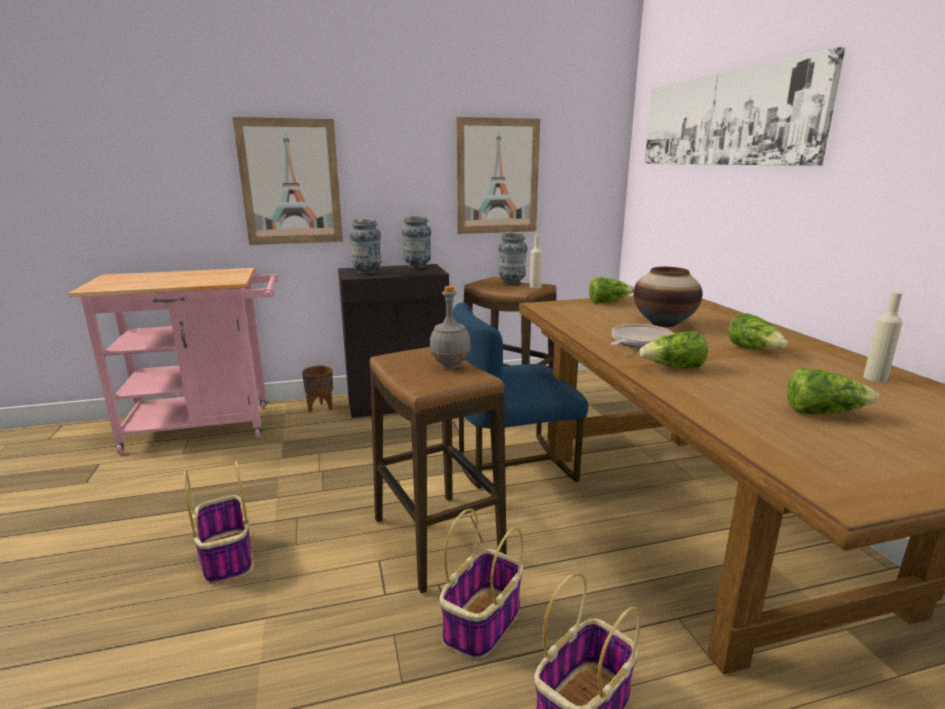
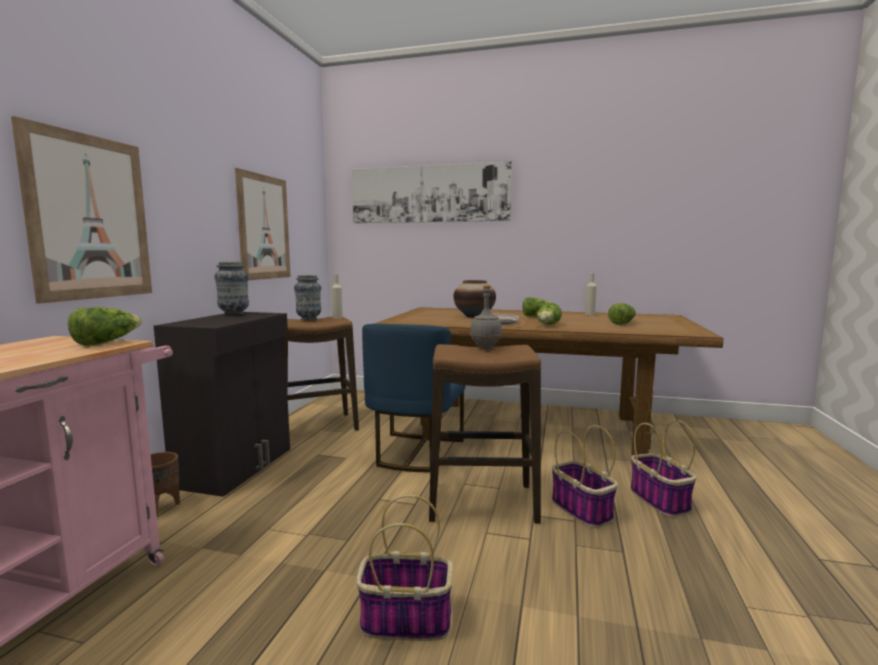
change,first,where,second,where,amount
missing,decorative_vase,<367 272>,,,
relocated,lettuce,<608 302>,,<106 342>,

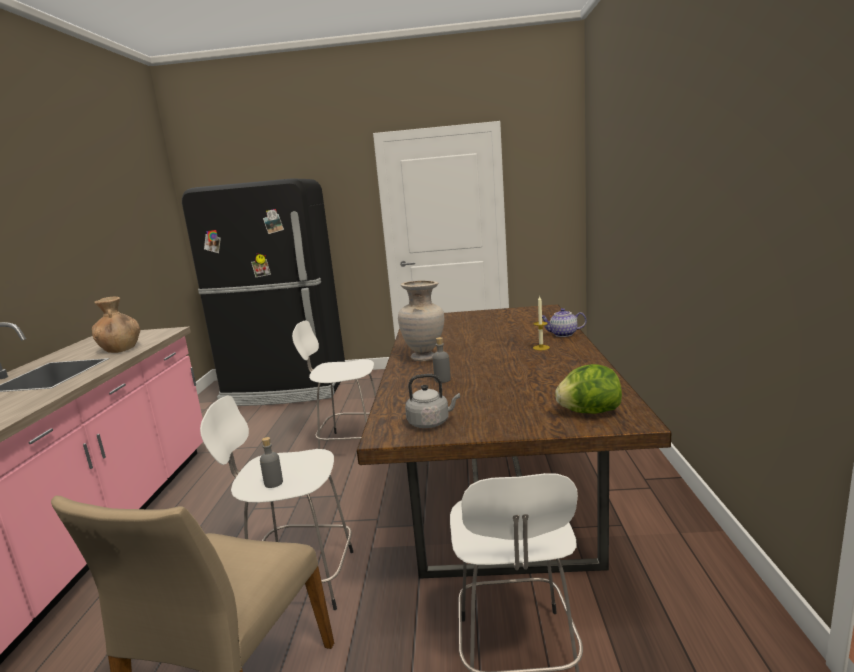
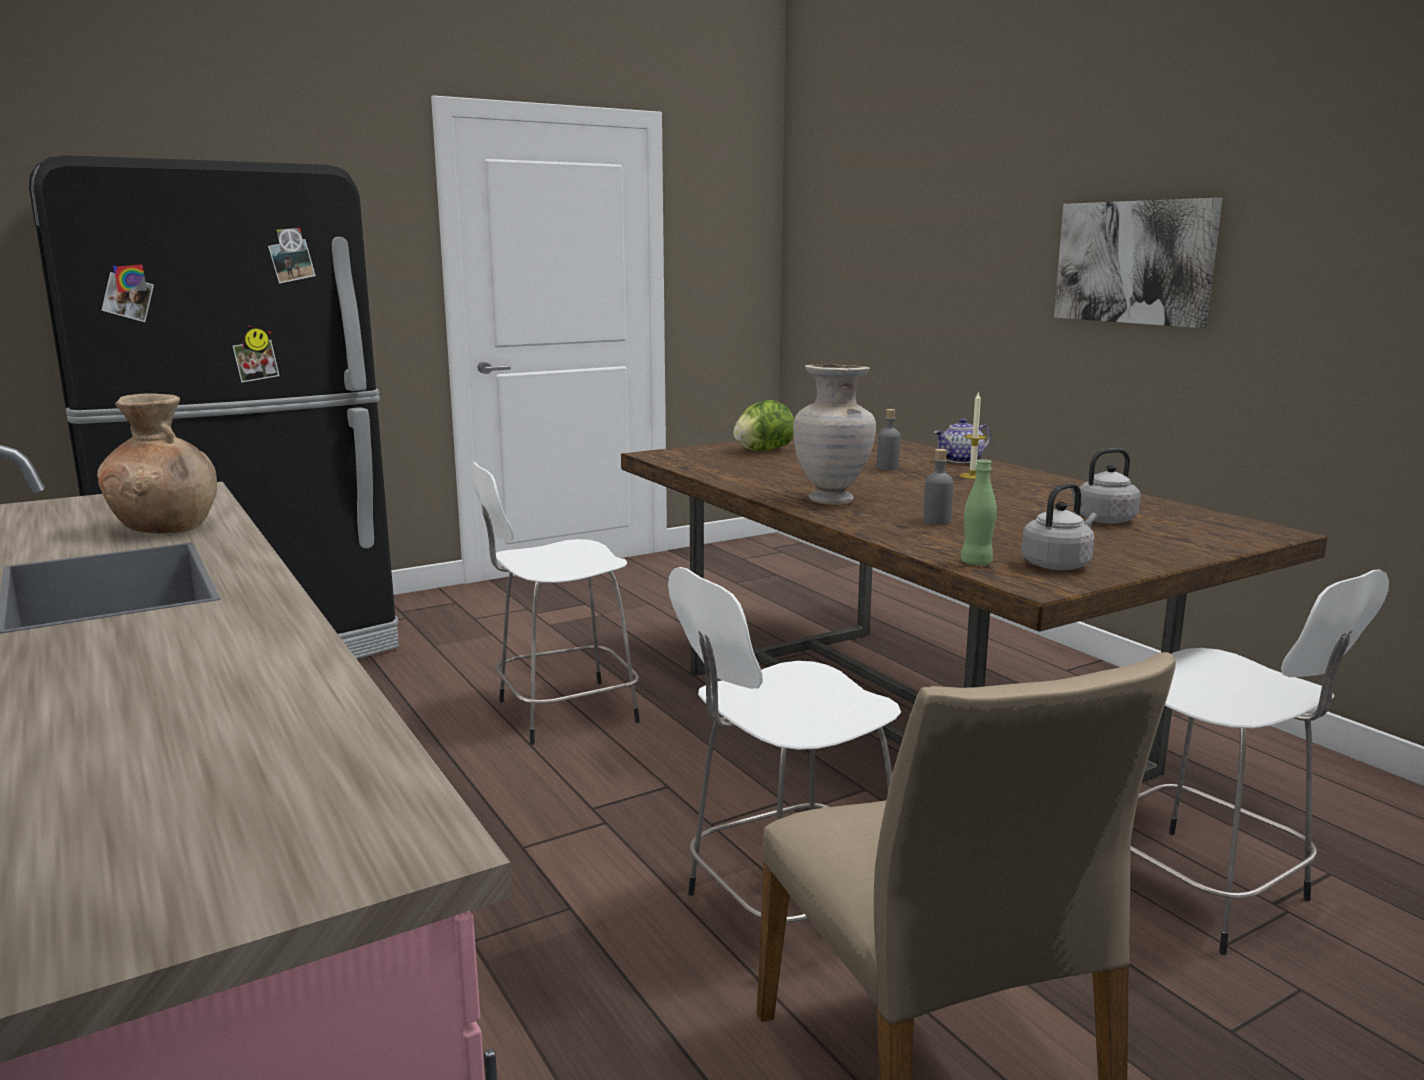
change,first,where,second,where,amount
relocated,lettuce,<589 412>,,<763 450>,
relocated,gray_drink_bottle,<273 483>,,<887 468>,
appeared,,,picture,<1134 262>,
appeared,,,gray_tea_kettle,<1102 520>,
appeared,,,green_drink_bottle,<976 563>,

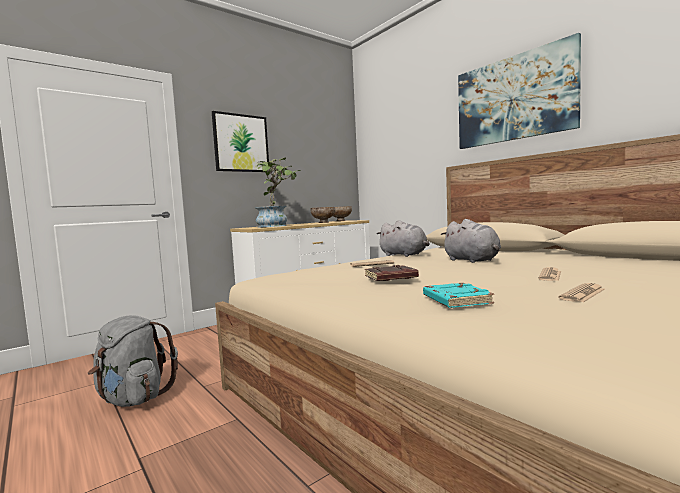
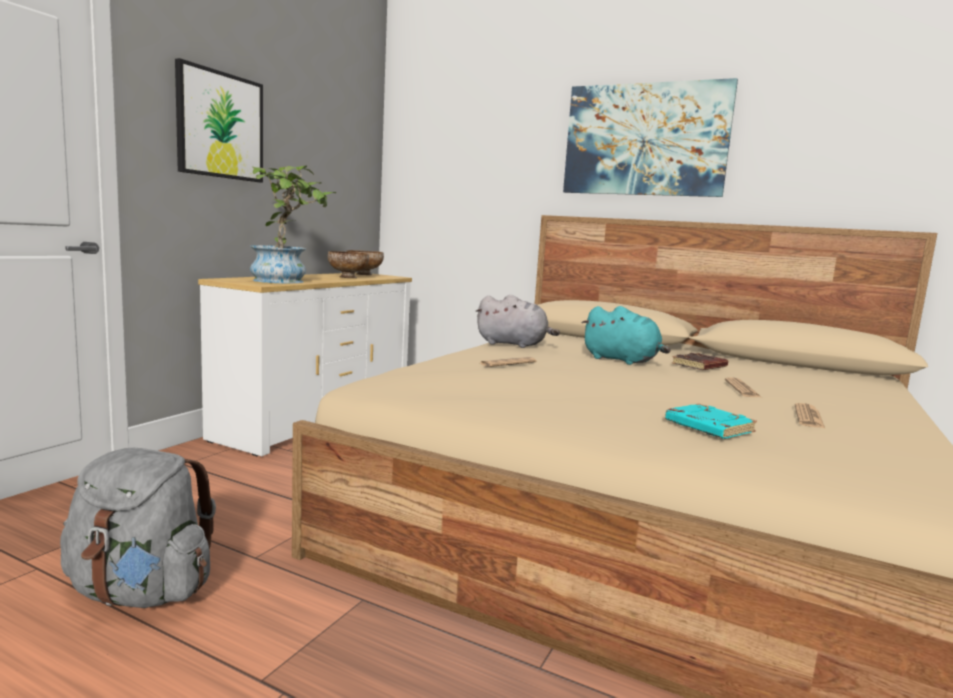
change,first,where,second,where,amount
colour,gray_cuddly_toy,<472 261>,turquoise_cuddly_toy,<623 361>,
relocated,brownish_book,<390 277>,,<699 366>,

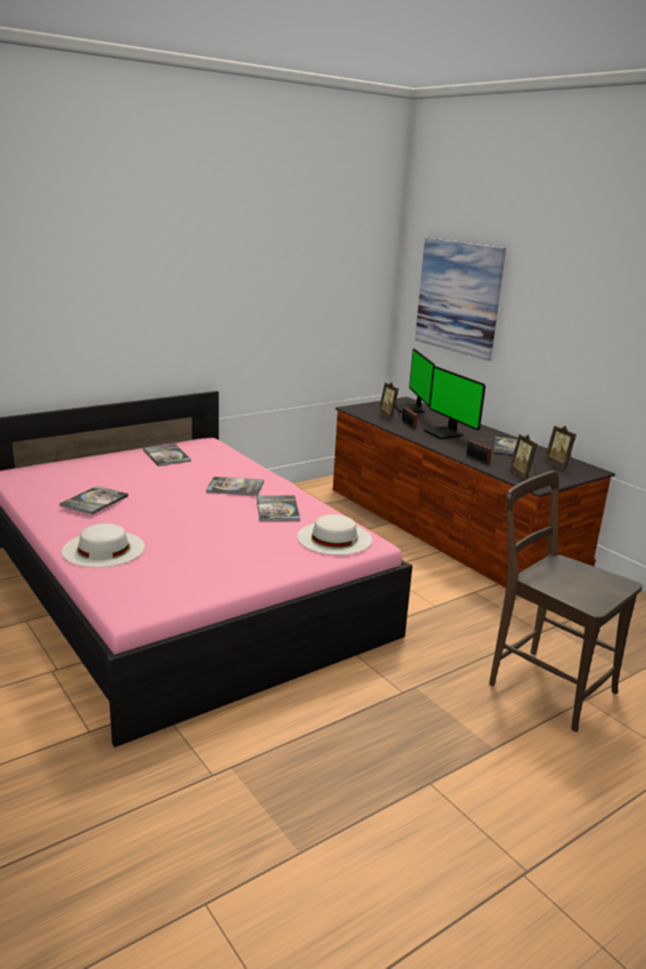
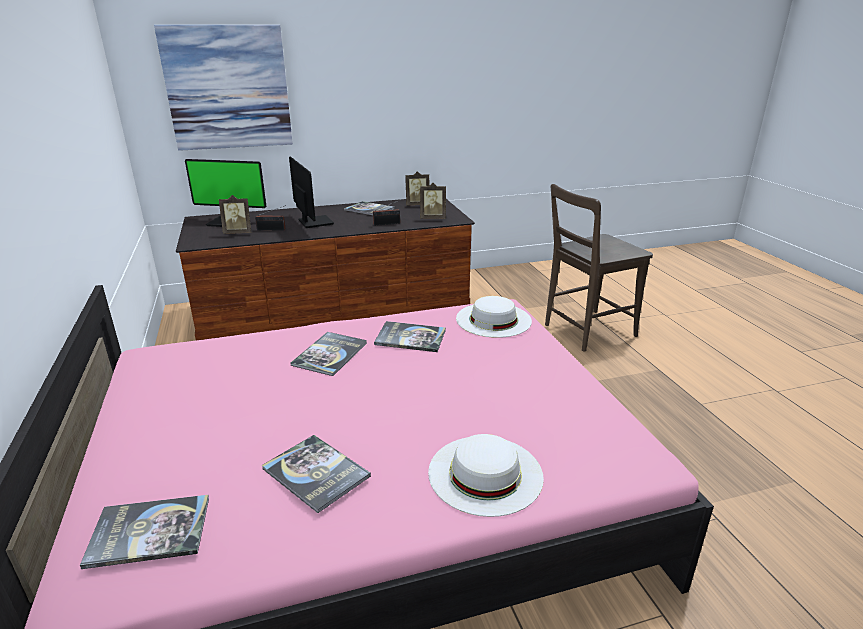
change,first,where,second,where,amount
spun,monitor,<445 433>,,<313 222>,105 degrees counterclockwise
relocated,book,<166 456>,,<149 531>,

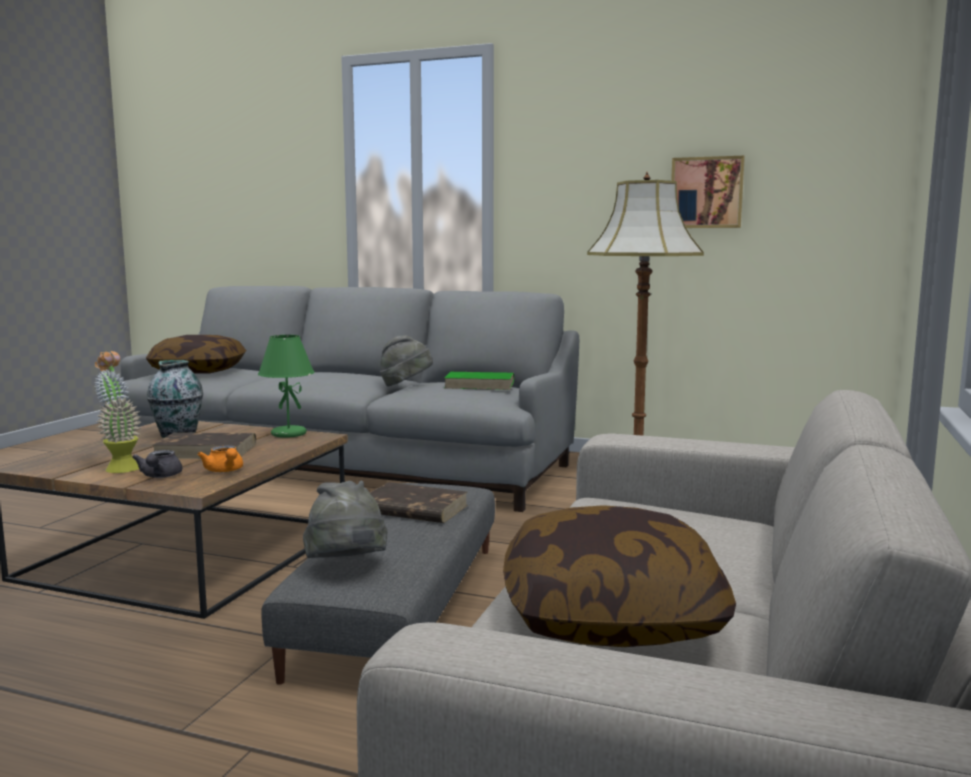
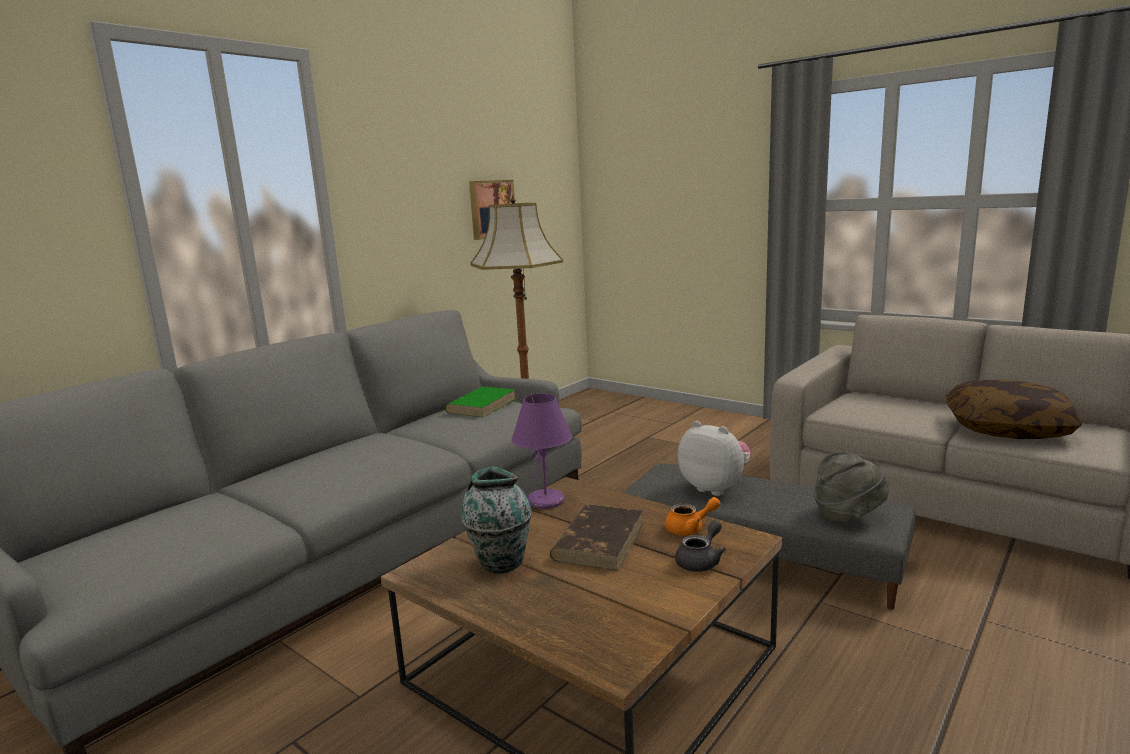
change,first,where,second,where,amount
missing,cushion,<198 371>,,,
colour,green_tabletop_lamp,<288 434>,purplish_tabletop_lamp,<546 501>,
missing,gray_clothing_hat,<406 385>,,,
missing,potted_plant,<120 467>,,,
spun,gray_pot_for_tea,<159 476>,,<701 561>,60 degrees counterclockwise
exchanged,brownish_book,<412 509>,cuddly_toy,<715 488>,

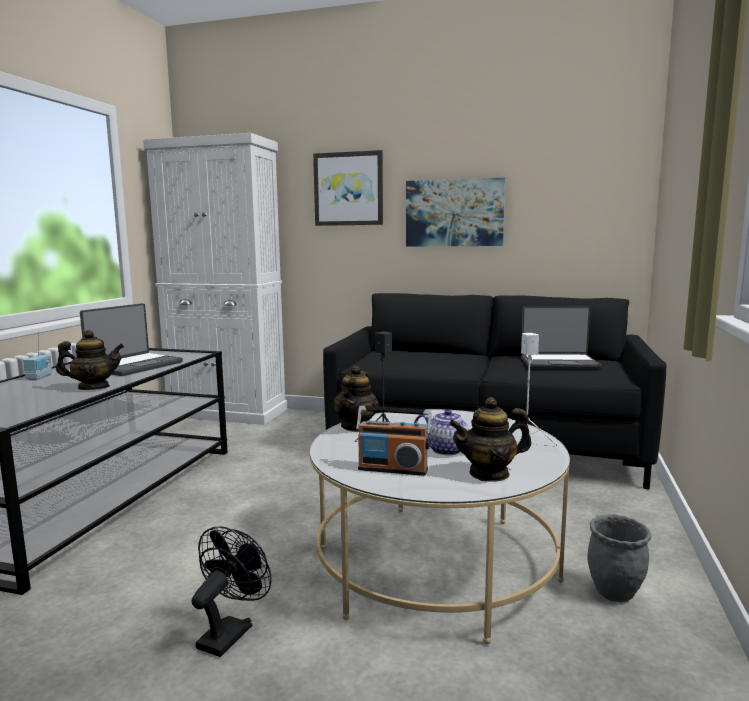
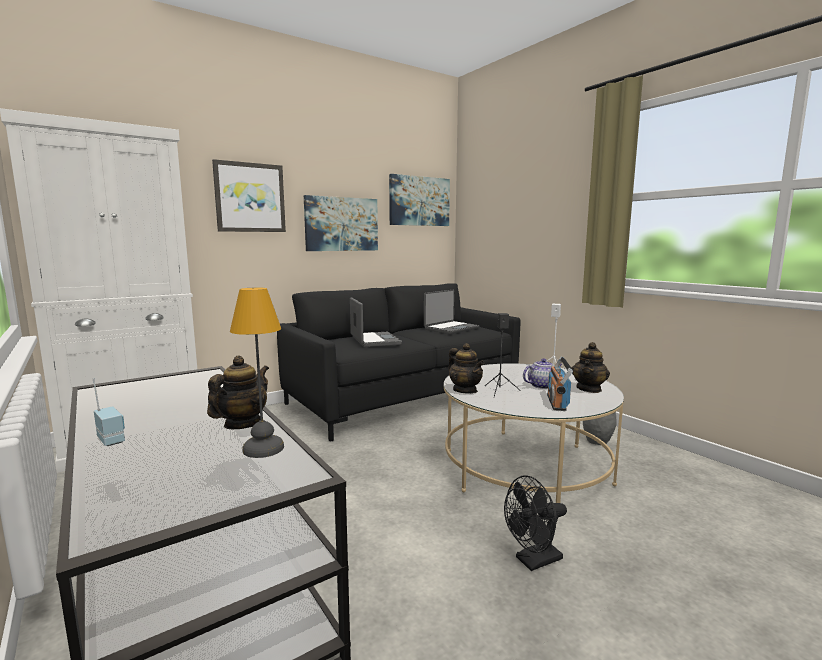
change,first,where,second,where,amount
relocated,portable_computer,<134 366>,,<374 340>,
spun,radio,<393 469>,,<557 402>,135 degrees clockwise
spun,black_fan,<230 632>,,<533 561>,90 degrees counterclockwise
appeared,,,picture,<419 201>,
appeared,,,tabletop_lamp,<262 448>,

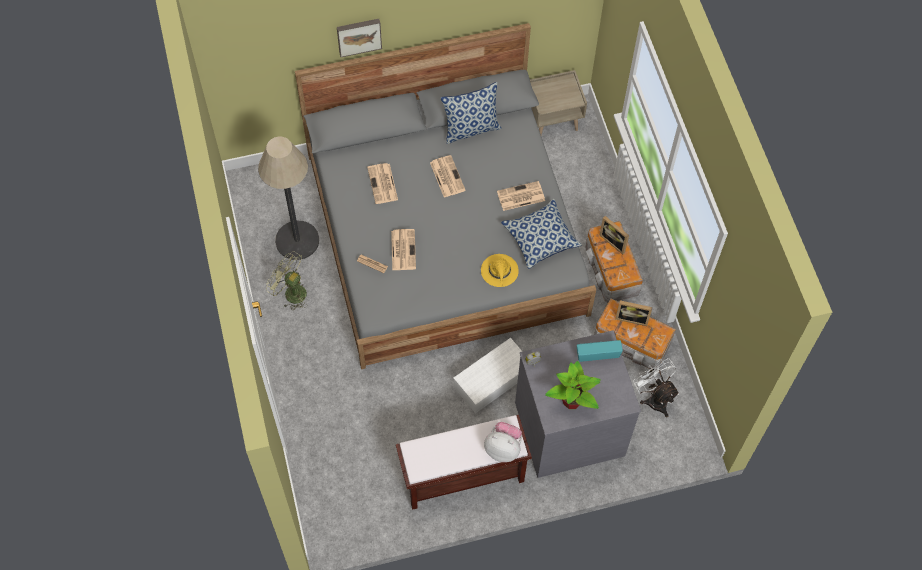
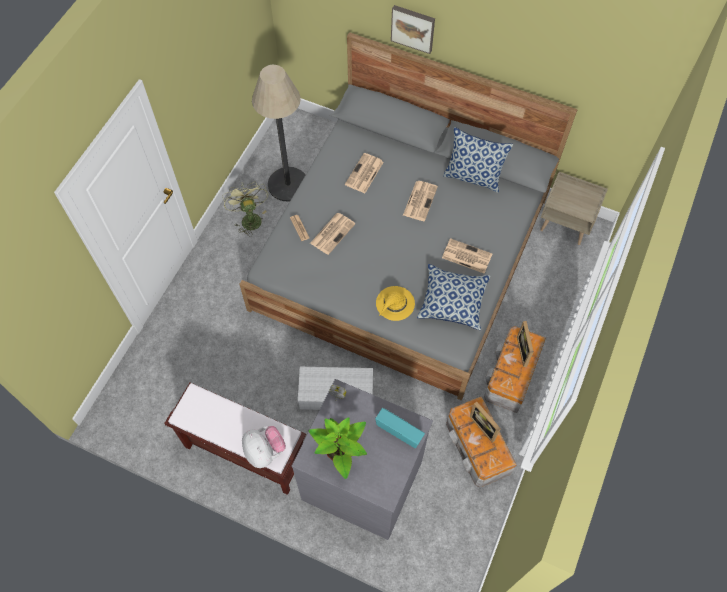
change,first,where,second,where,amount
missing,whitish_fan,<654 398>,,,

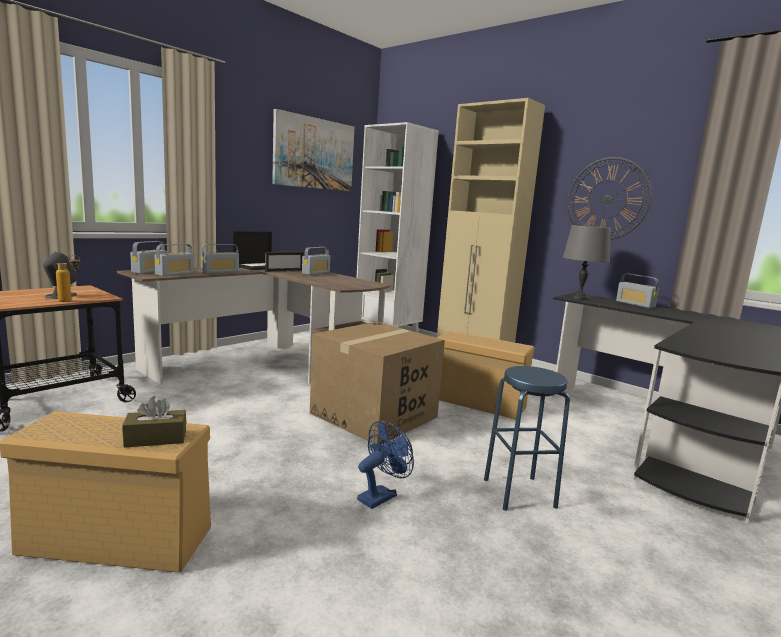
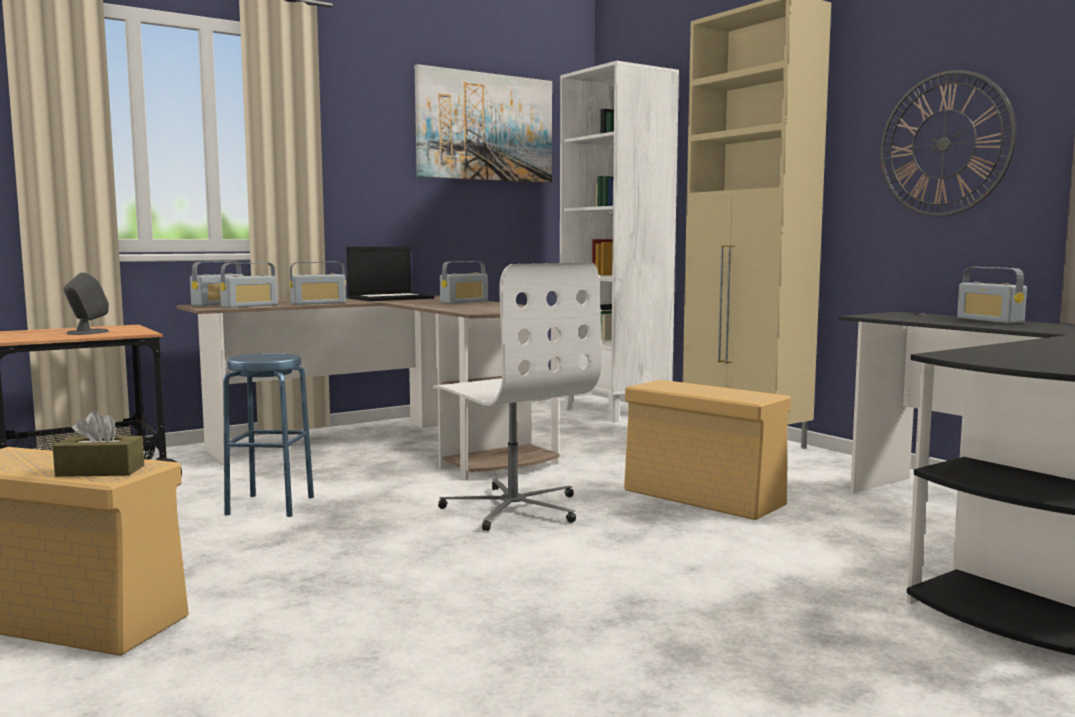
change,first,where,second,where,amount
missing,gray_tabletop_lamp,<579 297>,,,
missing,standing_frame,<284 271>,,,
missing,drink_bottle,<70 300>,,,
exchanged,packing_box,<374 415>,whitish_office_chair,<513 508>,
relocated,blue-coloured_stool_seat,<519 493>,,<270 505>,
missing,blue-coloured_fan,<381 496>,,,

